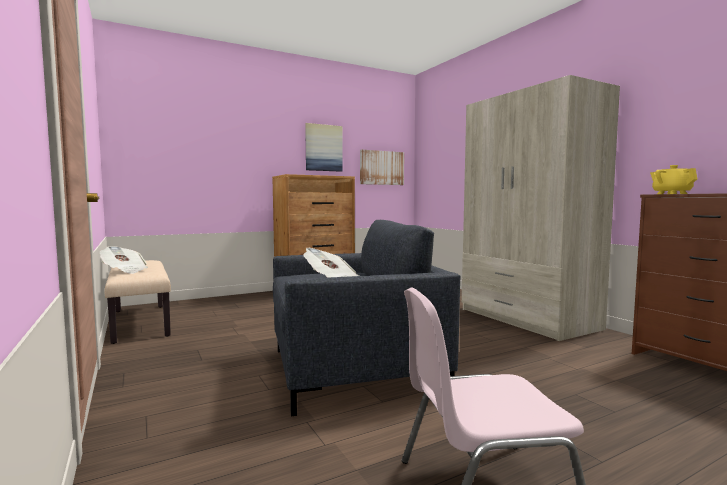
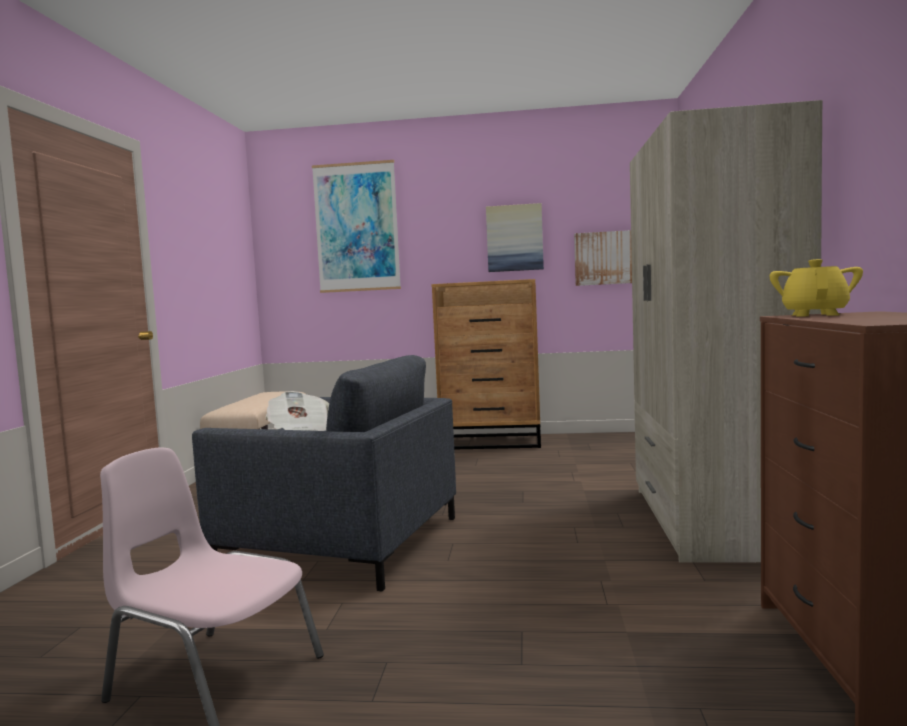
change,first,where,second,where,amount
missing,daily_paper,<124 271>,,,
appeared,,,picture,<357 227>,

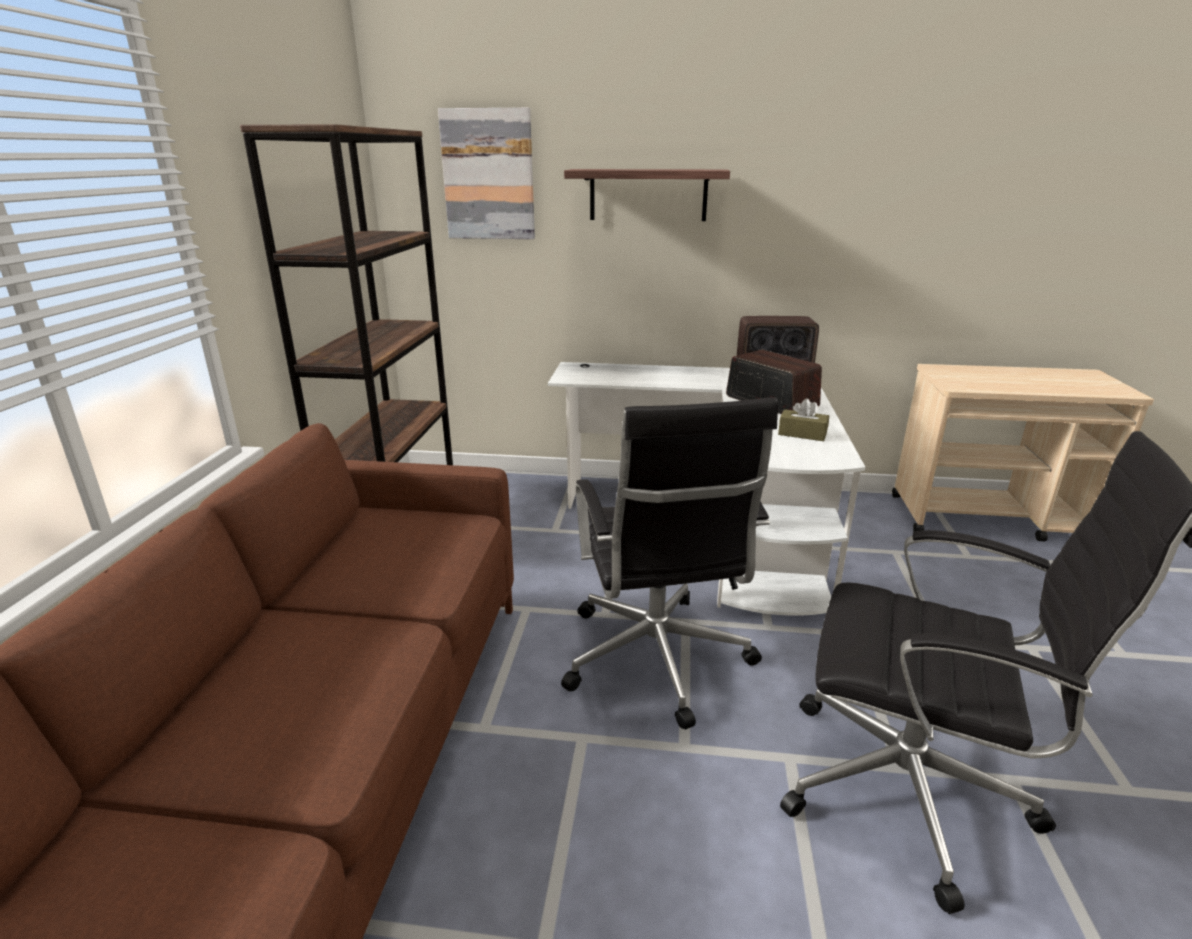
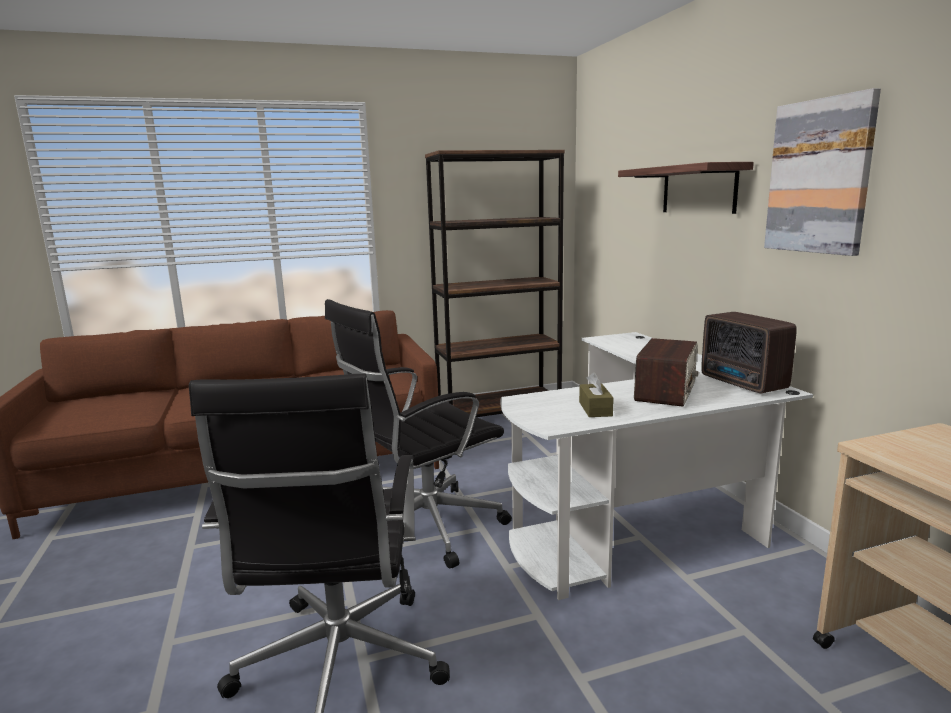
change,first,where,second,where,amount
relocated,picture,<488 175>,,<819 177>,

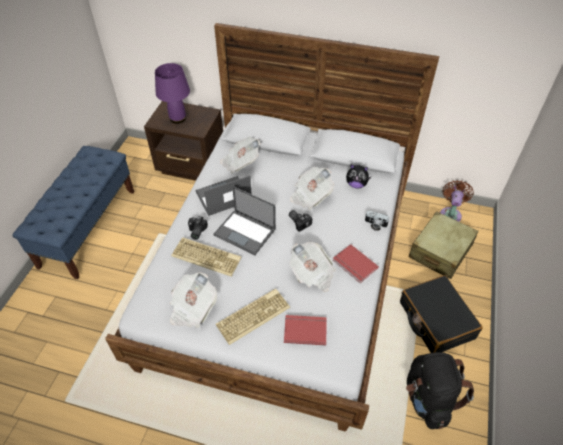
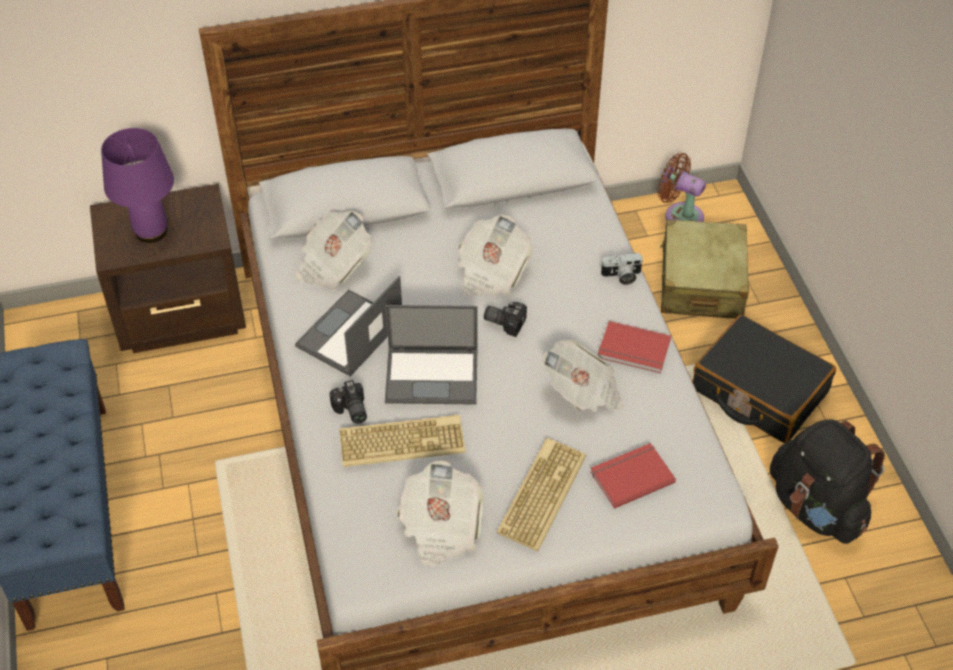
change,first,where,second,where,amount
missing,cuddly_toy,<356 184>,,,
spun,brownish_fan,<450 214>,,<680 215>,45 degrees counterclockwise

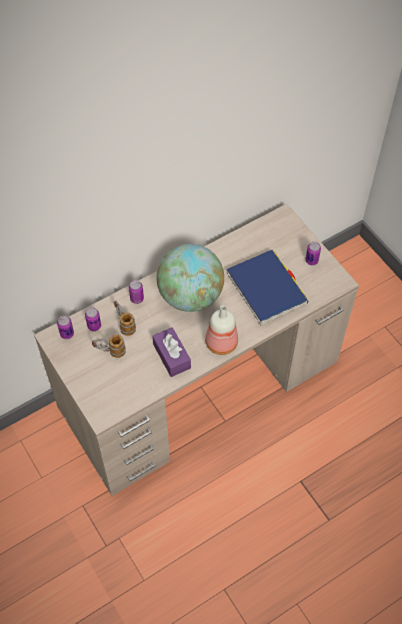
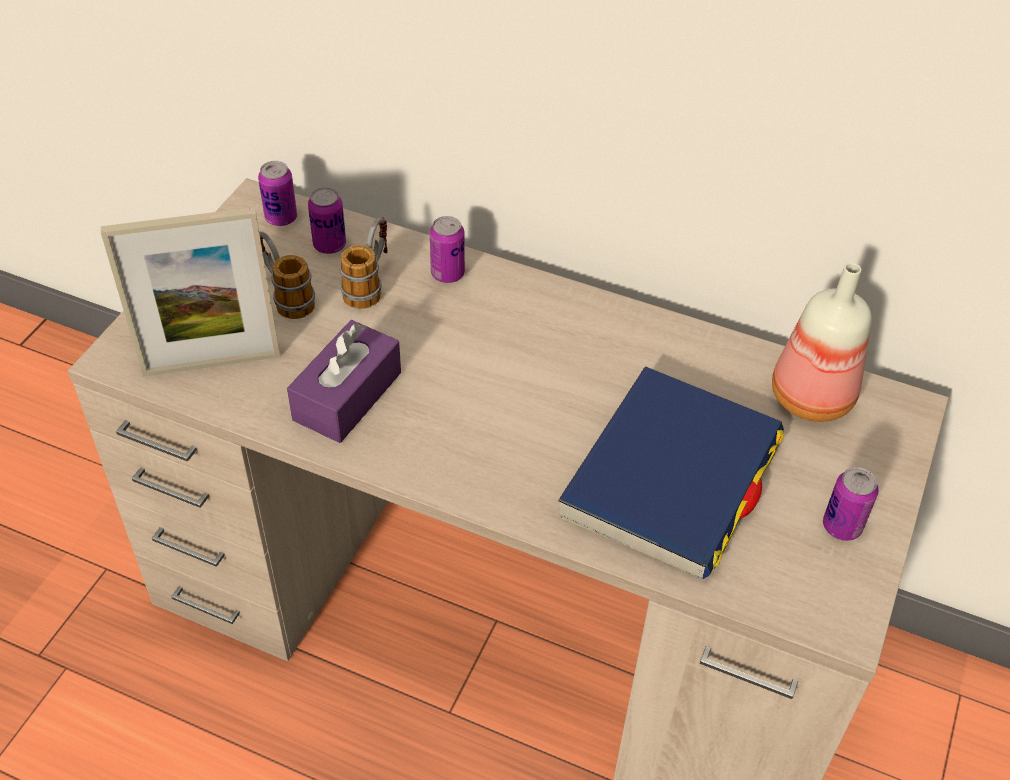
change,first,where,second,where,amount
missing,desk_globe,<190 296>,,,
relocated,drink_bottle,<221 344>,,<808 397>,
appeared,,,standing_frame,<211 363>,

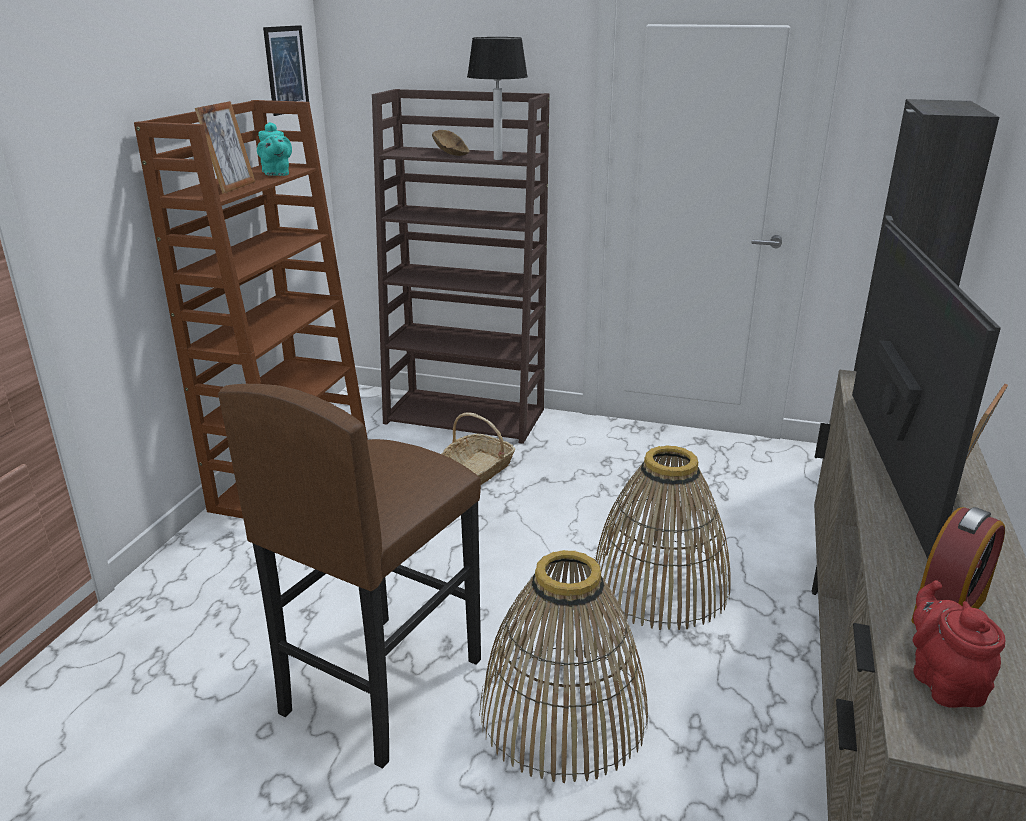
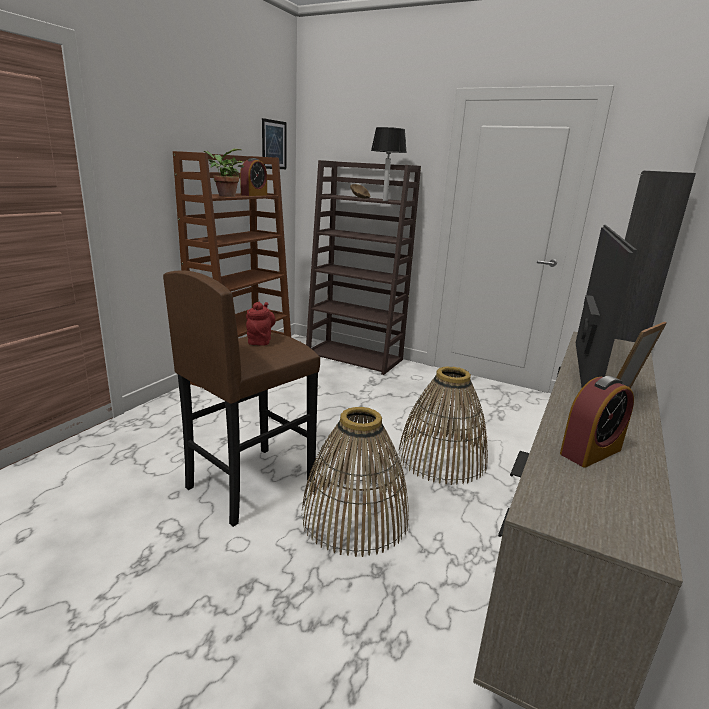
change,first,where,second,where,amount
exchanged,standing_frame,<232 187>,potted_plant,<224 196>,
exchanged,turquoise_pot_for_tea,<276 174>,bedside_clock,<254 195>,
missing,household_basket,<477 470>,,,
relocated,red-coloured_pot_for_tea,<943 682>,,<260 341>,

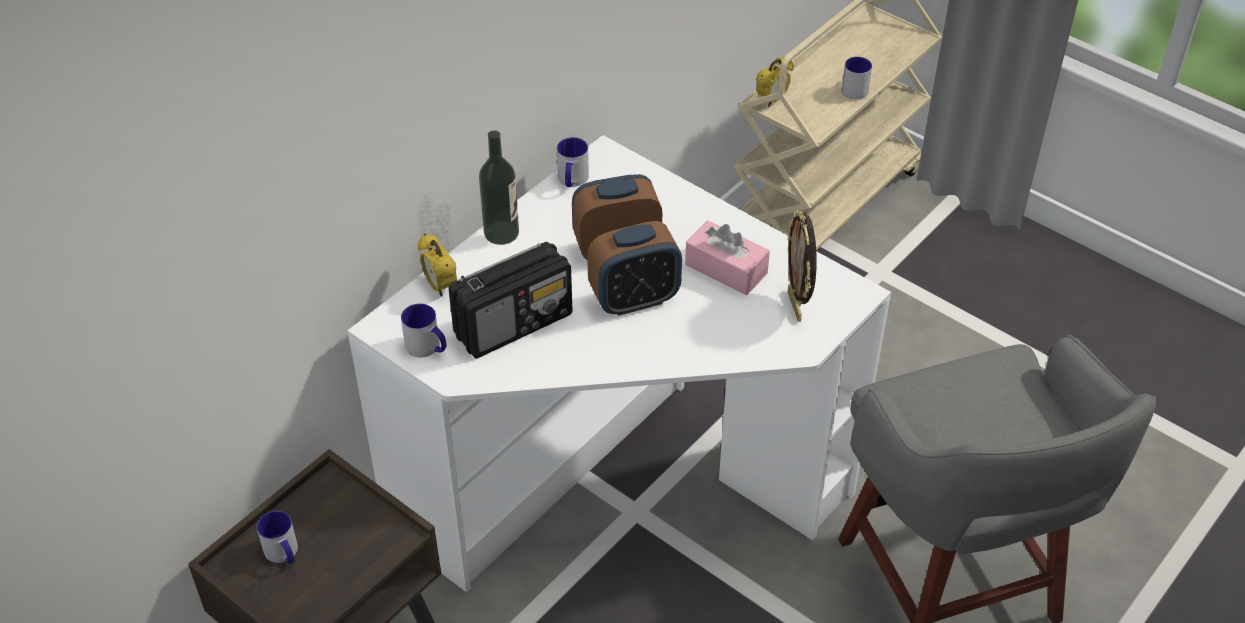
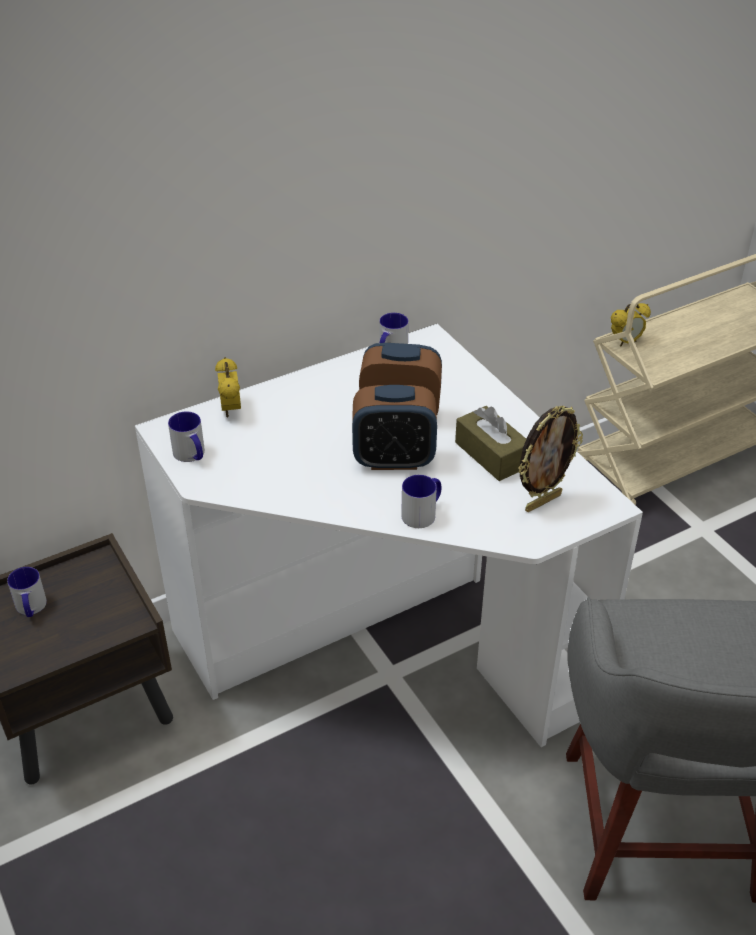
change,first,where,second,where,amount
relocated,mug,<856 87>,,<423 513>,
missing,drink_bottle,<501 233>,,,
spun,standing_frame,<796 306>,,<542 501>,135 degrees counterclockwise
colour,pink_box_of_tissues,<726 269>,brownish_box_of_tissues,<491 454>,
missing,radio,<514 324>,,,

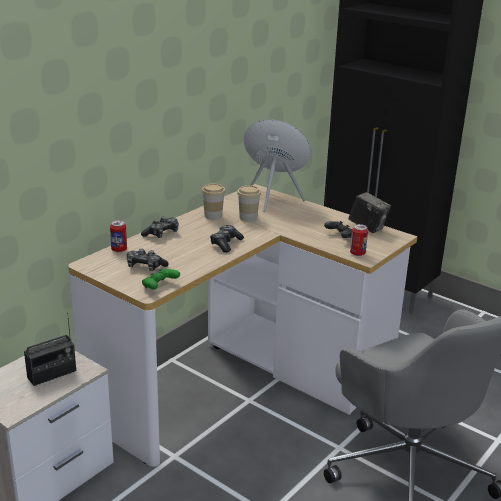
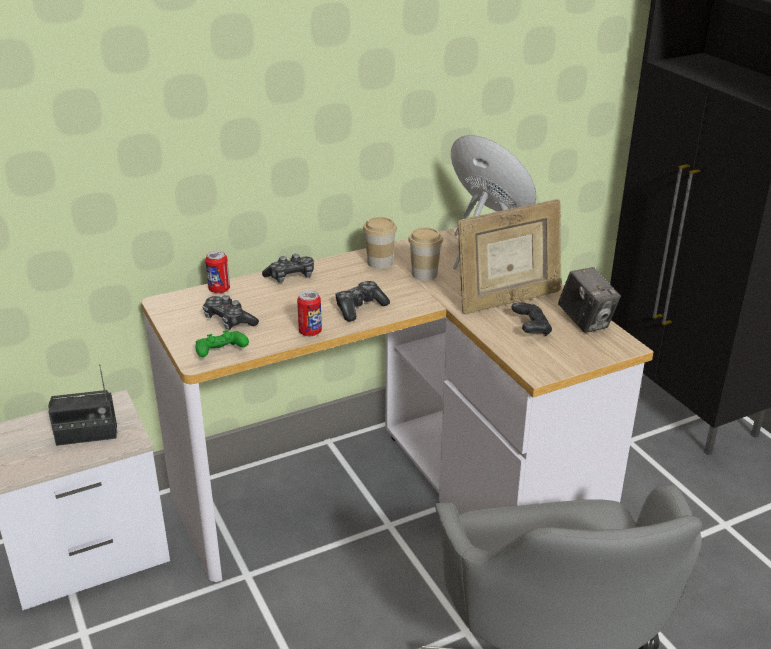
change,first,where,second,where,amount
relocated,metal_can,<357 253>,,<310 332>,
appeared,,,standing_frame,<507 301>,

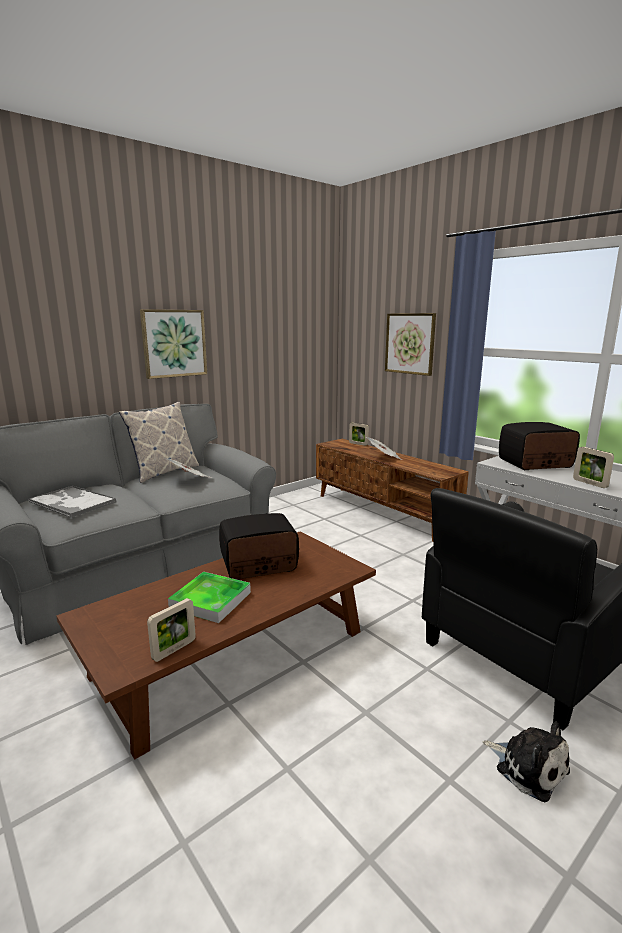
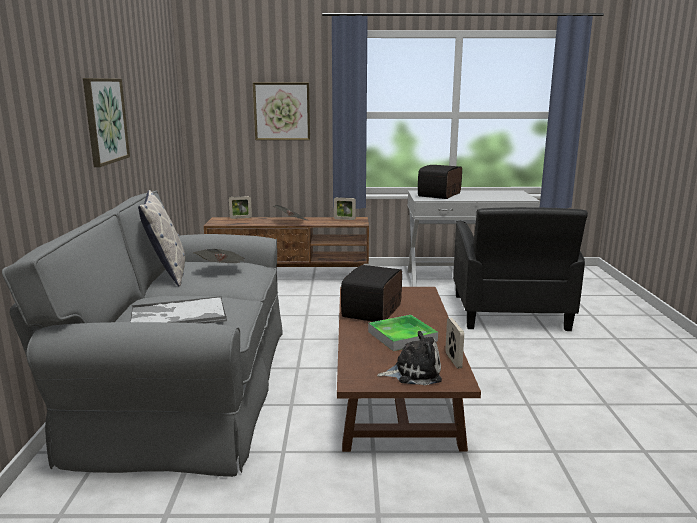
change,first,where,second,where,amount
relocated,standing_frame,<589 483>,,<344 219>,
relocated,cuddly_toy,<528 766>,,<414 373>,

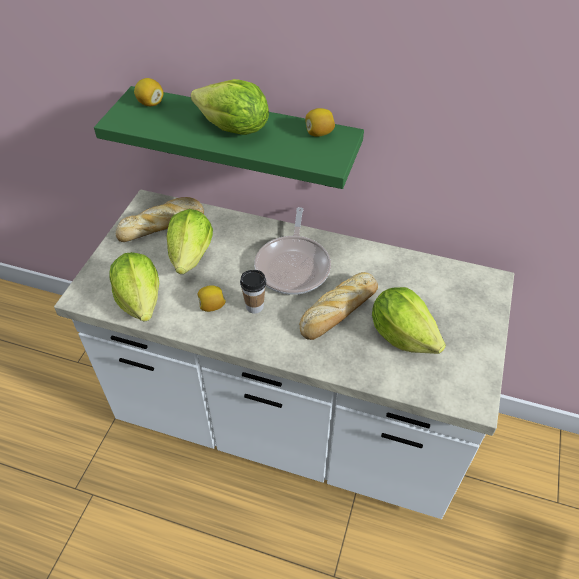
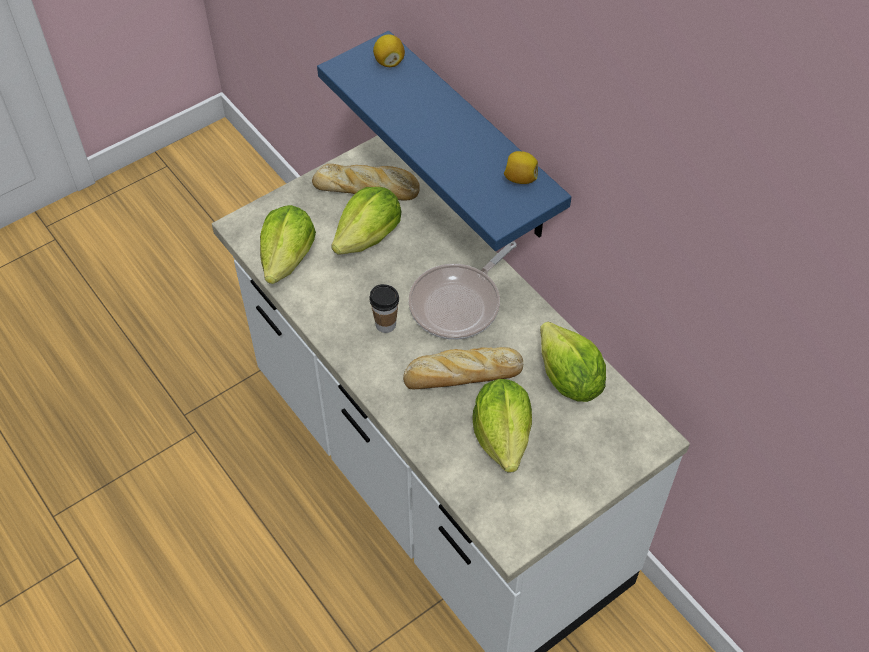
change,first,where,second,where,amount
relocated,lettuce,<234 129>,,<568 380>,
colour,green_bracket_shelf,<245 138>,blue-coloured_bracket_shelf,<473 140>,
missing,lemon,<212 306>,,,

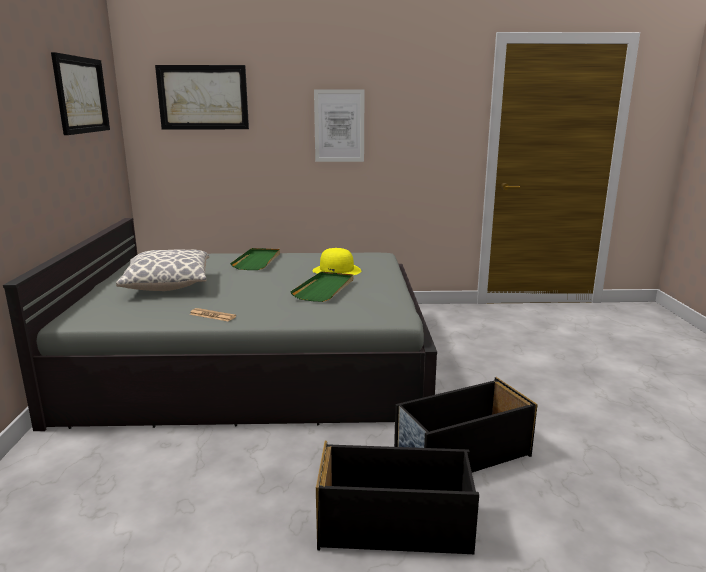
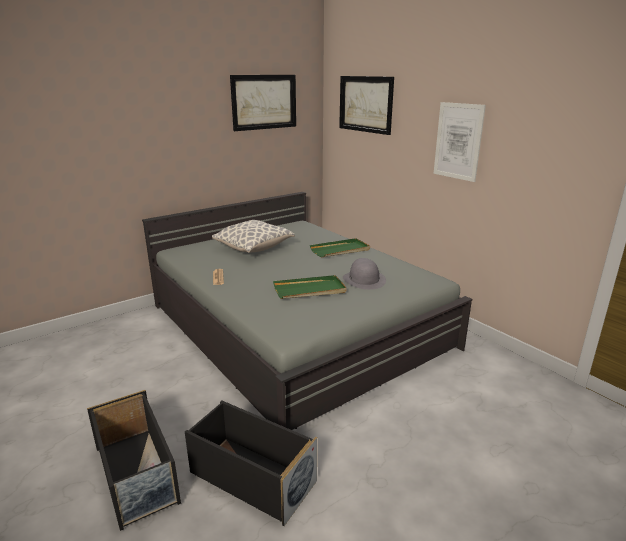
change,first,where,second,where,amount
colour,yellow_clothing_hat,<337 270>,gray_clothing_hat,<364 280>,

